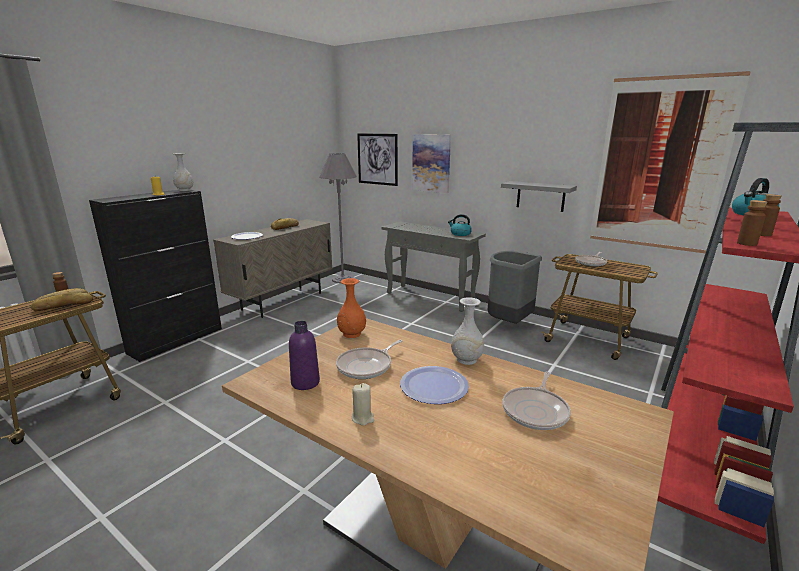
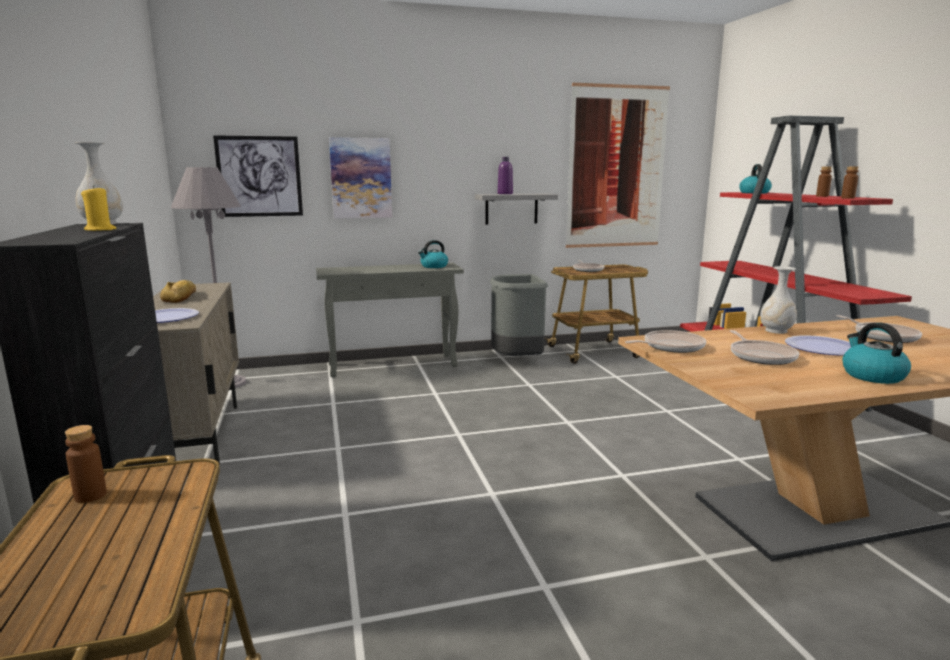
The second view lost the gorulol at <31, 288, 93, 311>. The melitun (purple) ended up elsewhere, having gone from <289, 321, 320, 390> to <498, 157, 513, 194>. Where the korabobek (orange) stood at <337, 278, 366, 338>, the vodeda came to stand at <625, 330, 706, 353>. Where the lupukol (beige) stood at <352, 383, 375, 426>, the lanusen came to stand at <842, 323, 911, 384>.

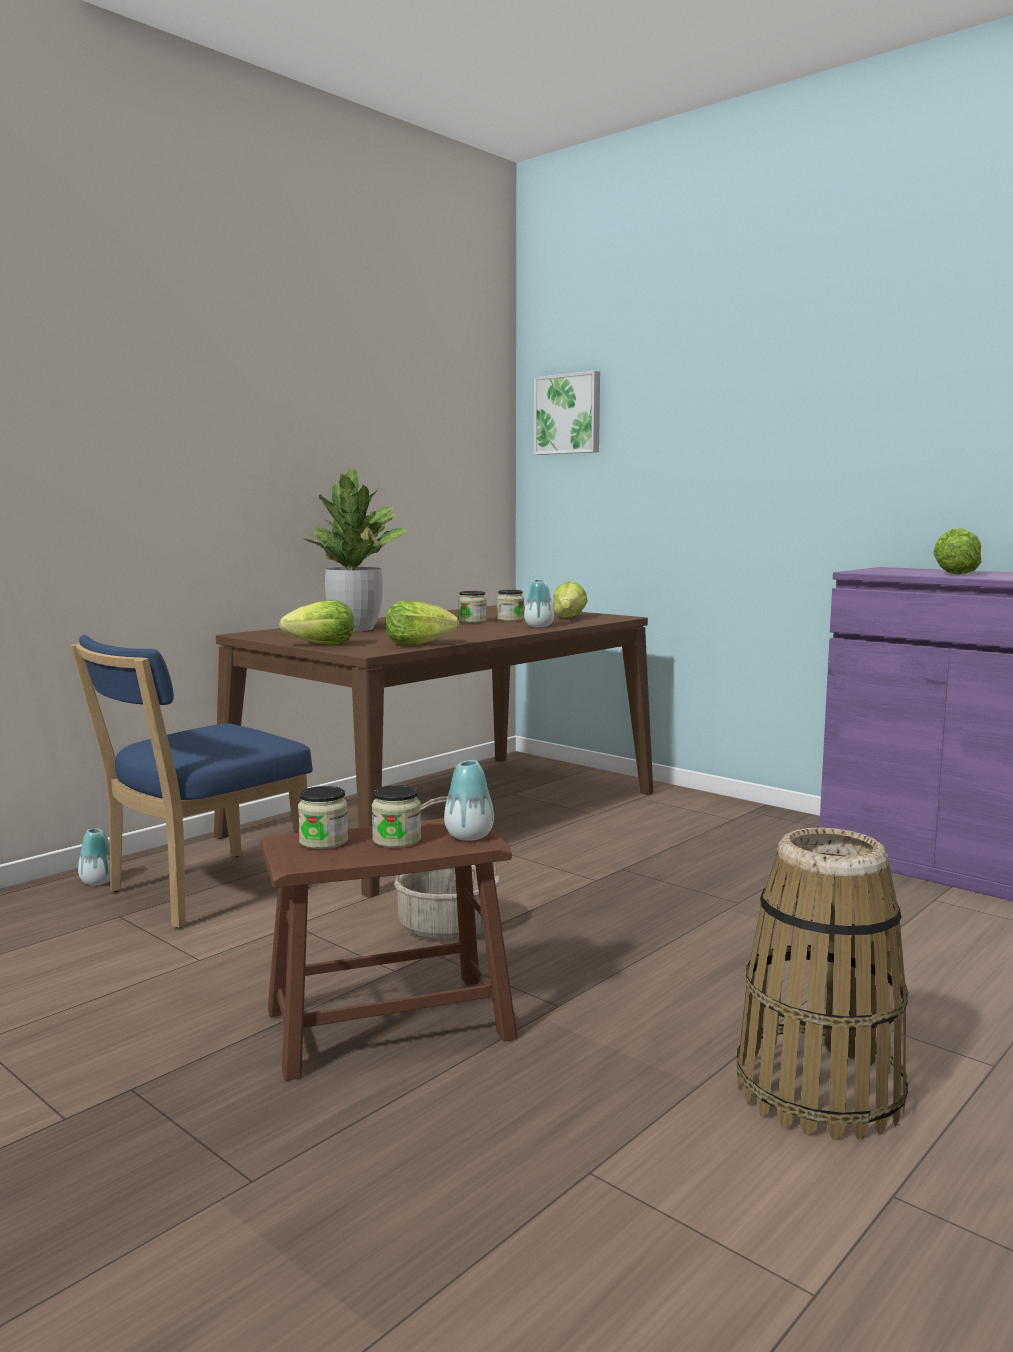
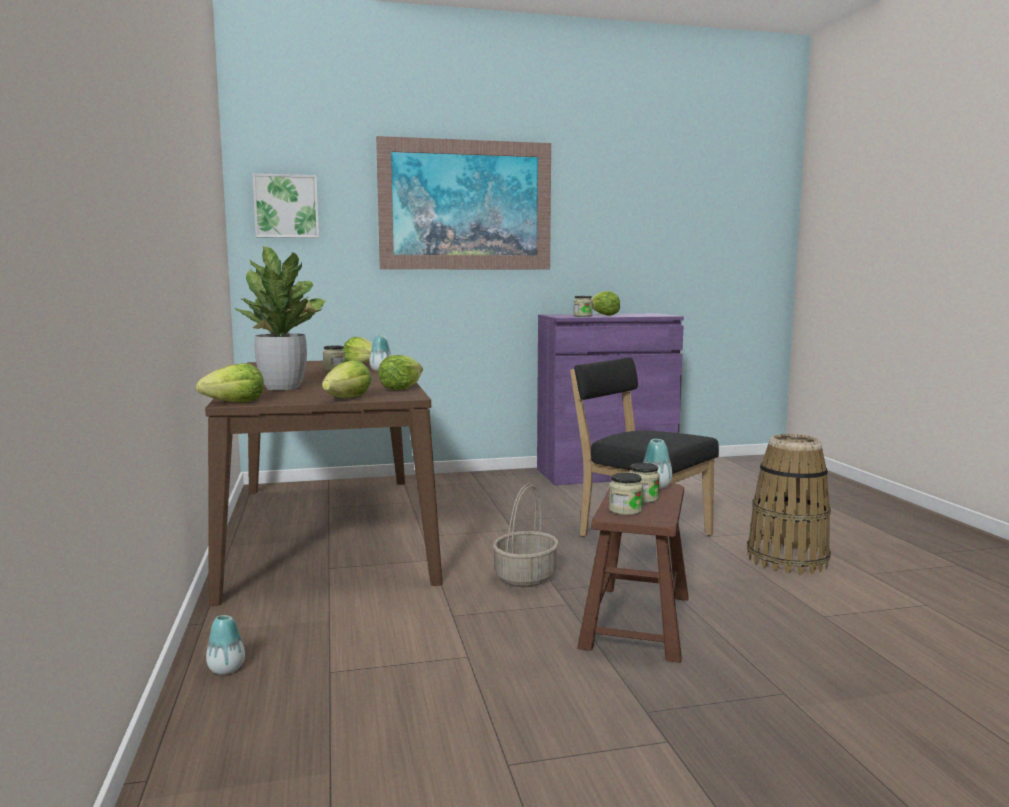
The second view lost the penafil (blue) at <71, 635, 313, 928>. The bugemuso ended up elsewhere, having gone from <458, 591, 486, 623> to <574, 296, 593, 317>. The second view gained the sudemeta at <196, 363, 264, 402>. The second view gained the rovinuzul at <376, 136, 551, 270>. The second view gained the penafil (black) at <570, 357, 719, 537>.

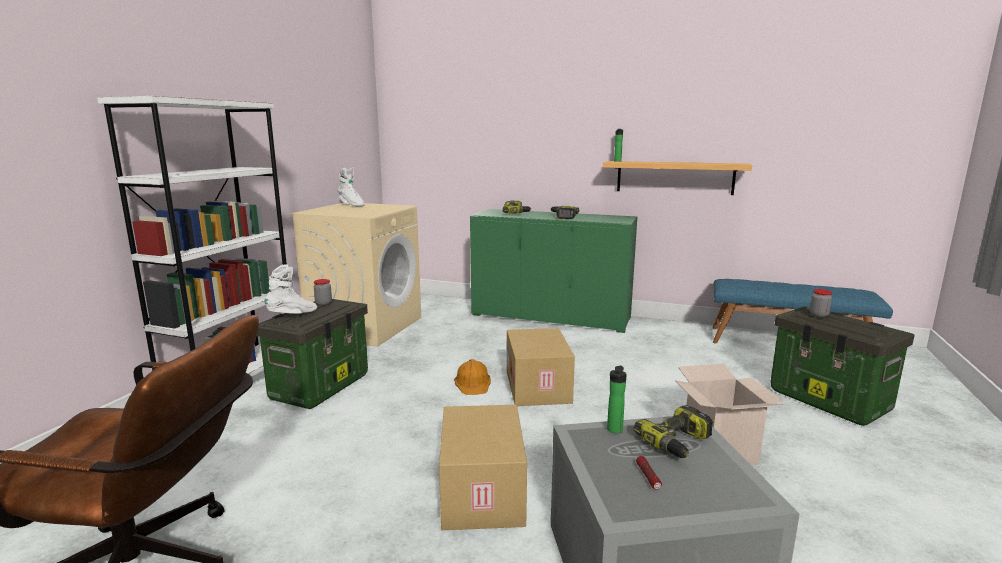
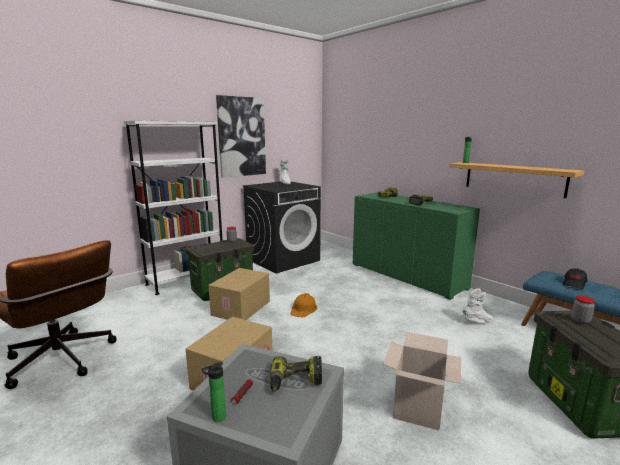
The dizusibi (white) ended up elsewhere, having gone from <265, 264, 317, 314> to <463, 289, 494, 323>. What was the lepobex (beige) at <290, 203, 421, 347> turned into the lepobex (black) at <243, 182, 321, 274>. The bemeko ended up elsewhere, having gone from <507, 328, 575, 406> to <208, 268, 270, 320>. The melitun ended up elsewhere, having gone from <607, 366, 626, 433> to <202, 362, 226, 422>. The second view gained the rovinuzul at <216, 95, 266, 178>. The second view gained the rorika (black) at <563, 268, 587, 289>.

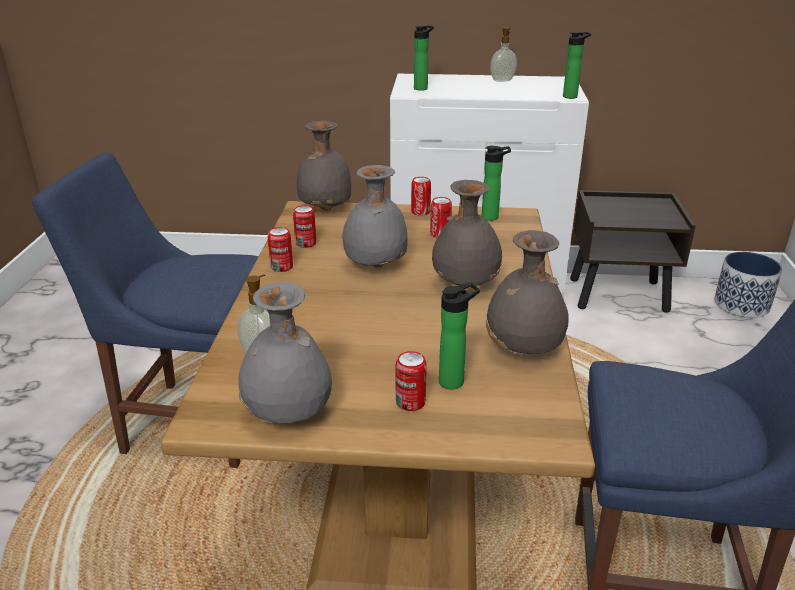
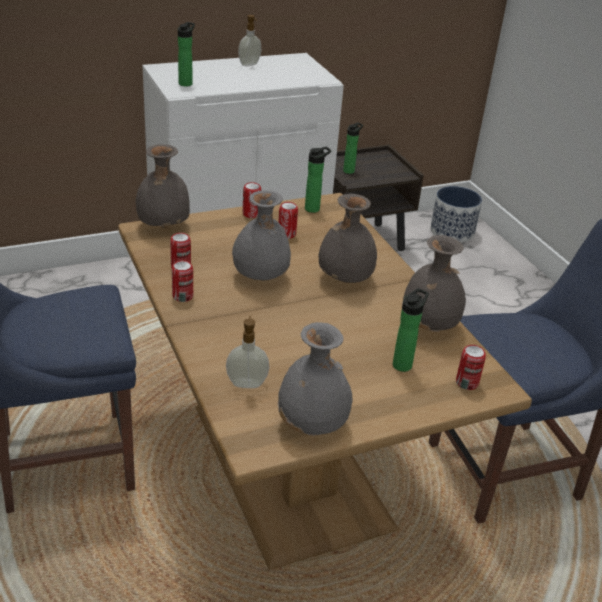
The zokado ended up elsewhere, having gone from <396, 351, 427, 411> to <456, 345, 486, 390>. The melitun ended up elsewhere, having gone from <563, 32, 591, 99> to <343, 122, 363, 174>.

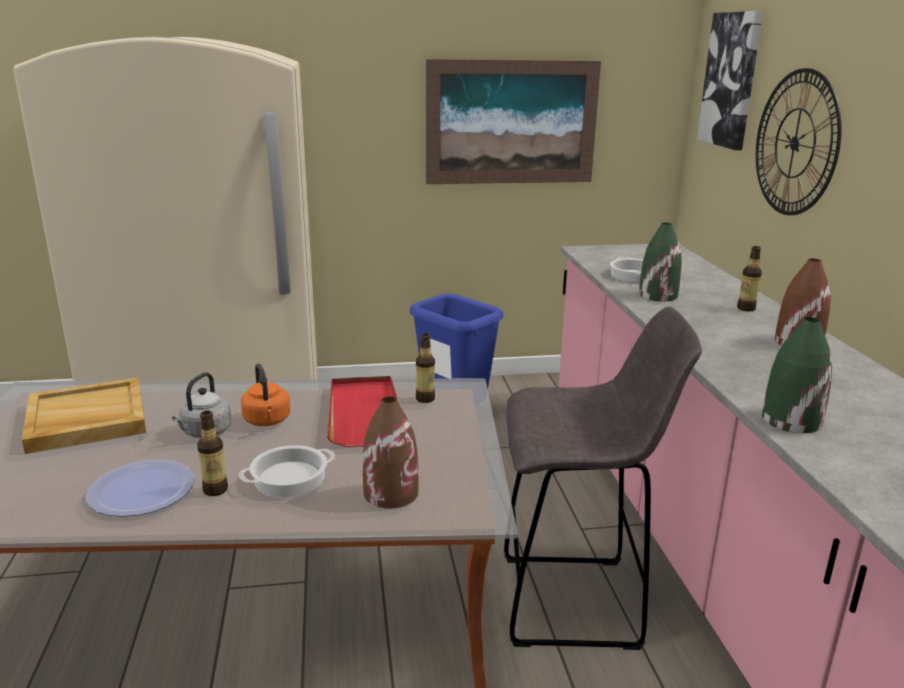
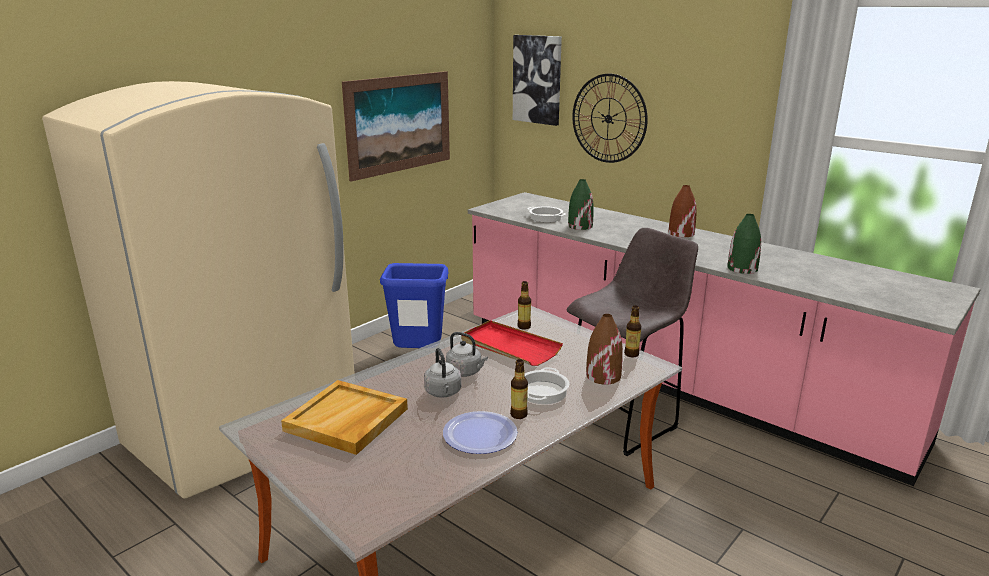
What was the lanusen (orange) at <241, 363, 291, 426> turned into the lanusen (grey) at <446, 332, 488, 377>. The melitun ended up elsewhere, having gone from <737, 246, 762, 311> to <624, 305, 641, 358>.

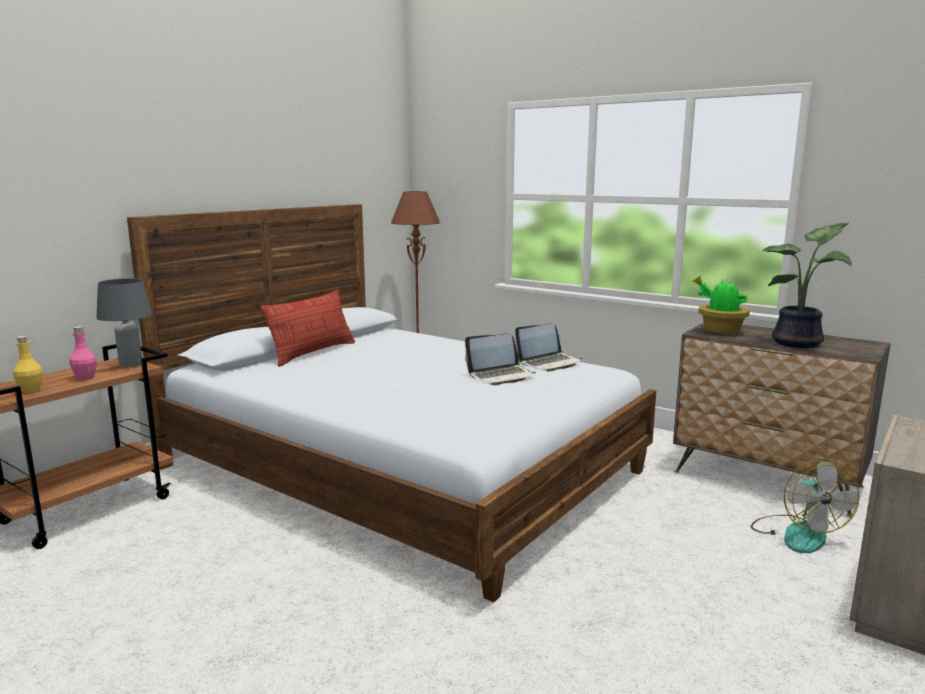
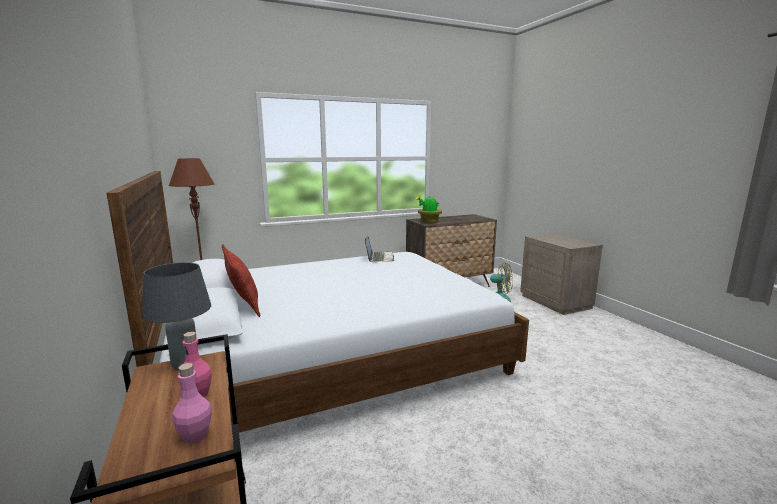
What was the melitun (yellow) at <13, 336, 43, 393> turned into the melitun (pink) at <172, 363, 212, 444>. The second view lost the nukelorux at <465, 333, 536, 385>. The second view lost the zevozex at <762, 223, 852, 348>.

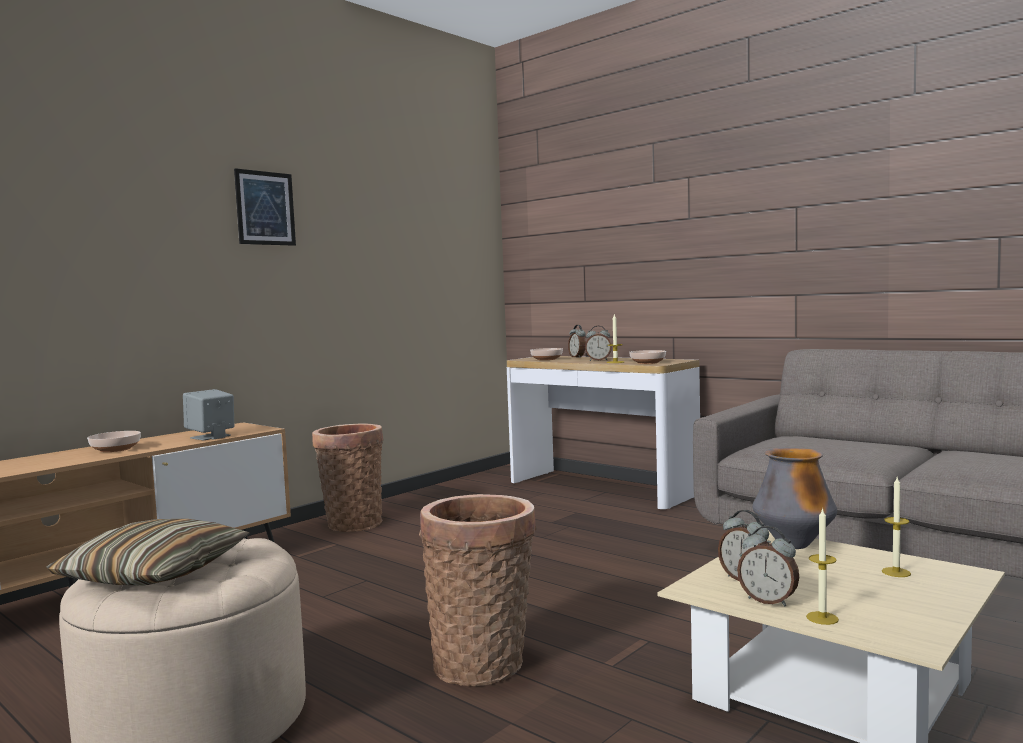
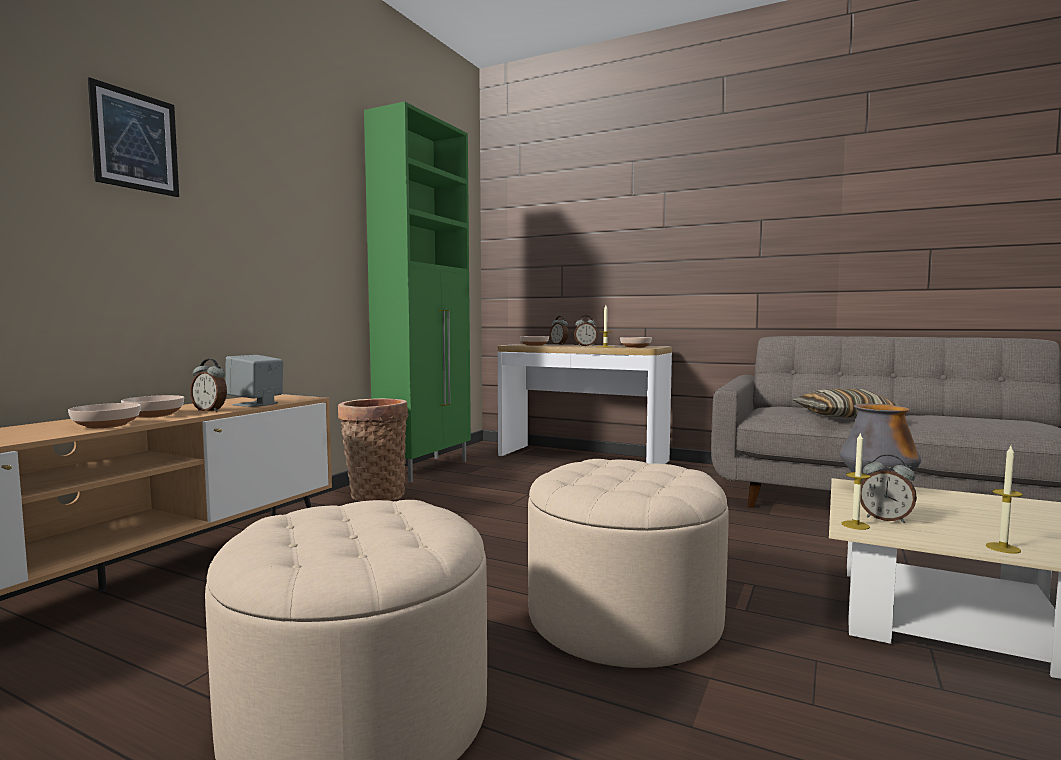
The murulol ended up elsewhere, having gone from <46, 519, 250, 586> to <793, 388, 900, 418>. The rovinuzul ended up elsewhere, having gone from <234, 168, 296, 246> to <88, 77, 179, 197>. Where the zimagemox stood at <419, 494, 537, 686>, the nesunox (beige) came to stand at <528, 459, 729, 668>. The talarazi ended up elsewhere, having gone from <737, 526, 799, 606> to <190, 359, 227, 412>. The lupukol ended up elsewhere, having gone from <882, 477, 911, 577> to <842, 432, 871, 530>. The second view gained the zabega at <68, 403, 141, 428>. The second view gained the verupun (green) at <364, 101, 471, 483>.

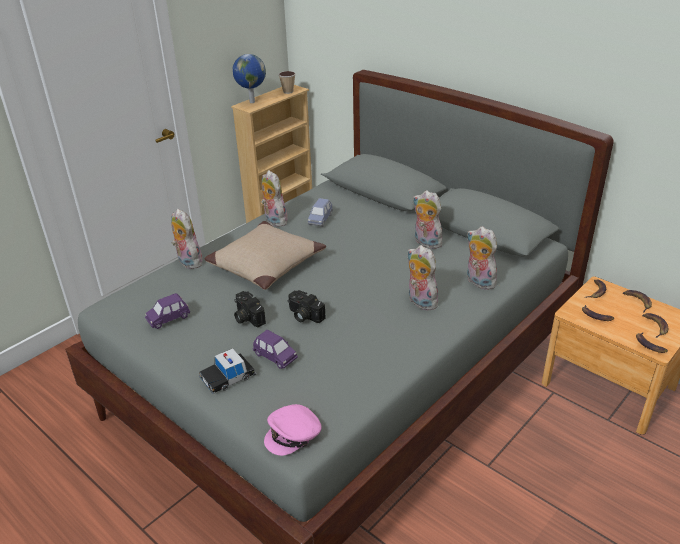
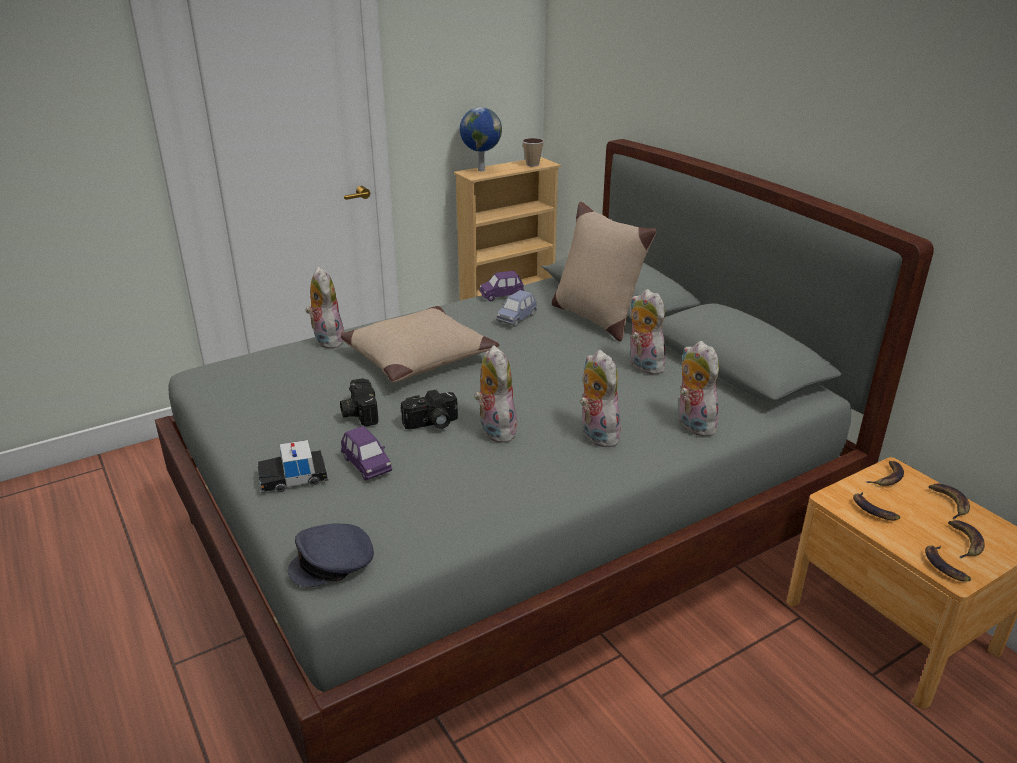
The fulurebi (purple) ended up elsewhere, having gone from <145, 293, 190, 329> to <479, 271, 525, 301>. The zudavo ended up elsewhere, having gone from <261, 170, 288, 227> to <474, 345, 517, 443>. What was the rorika (pink) at <264, 404, 322, 456> turned into the rorika (grey) at <288, 523, 374, 587>. The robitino at <288, 290, 326, 323> ended up facing another way, 75 degrees counterclockwise from before. The second view gained the murulol (beige) at <552, 202, 657, 342>.

